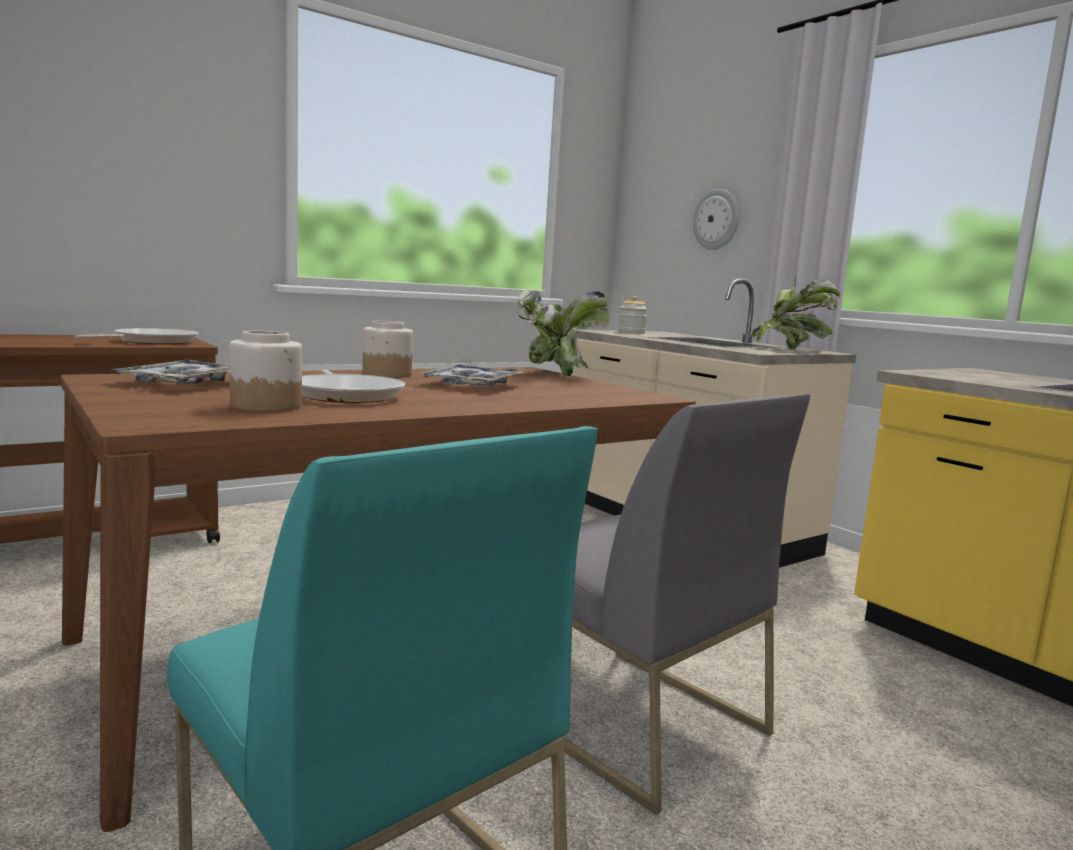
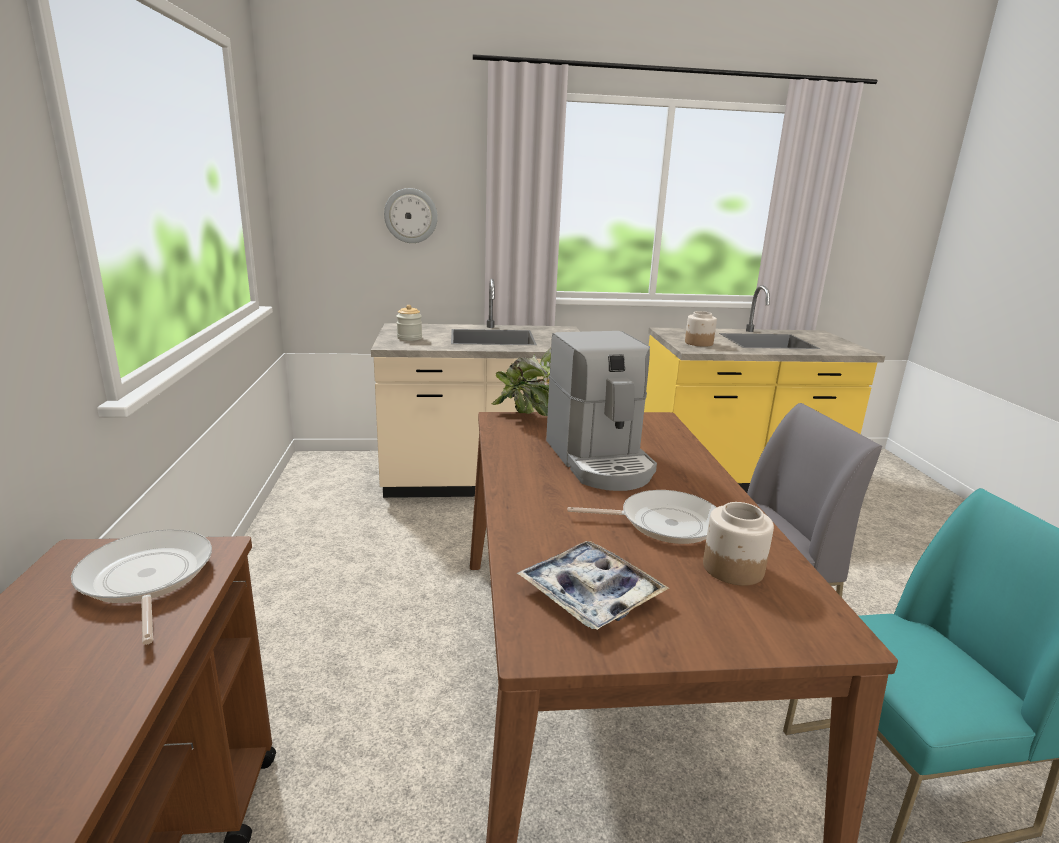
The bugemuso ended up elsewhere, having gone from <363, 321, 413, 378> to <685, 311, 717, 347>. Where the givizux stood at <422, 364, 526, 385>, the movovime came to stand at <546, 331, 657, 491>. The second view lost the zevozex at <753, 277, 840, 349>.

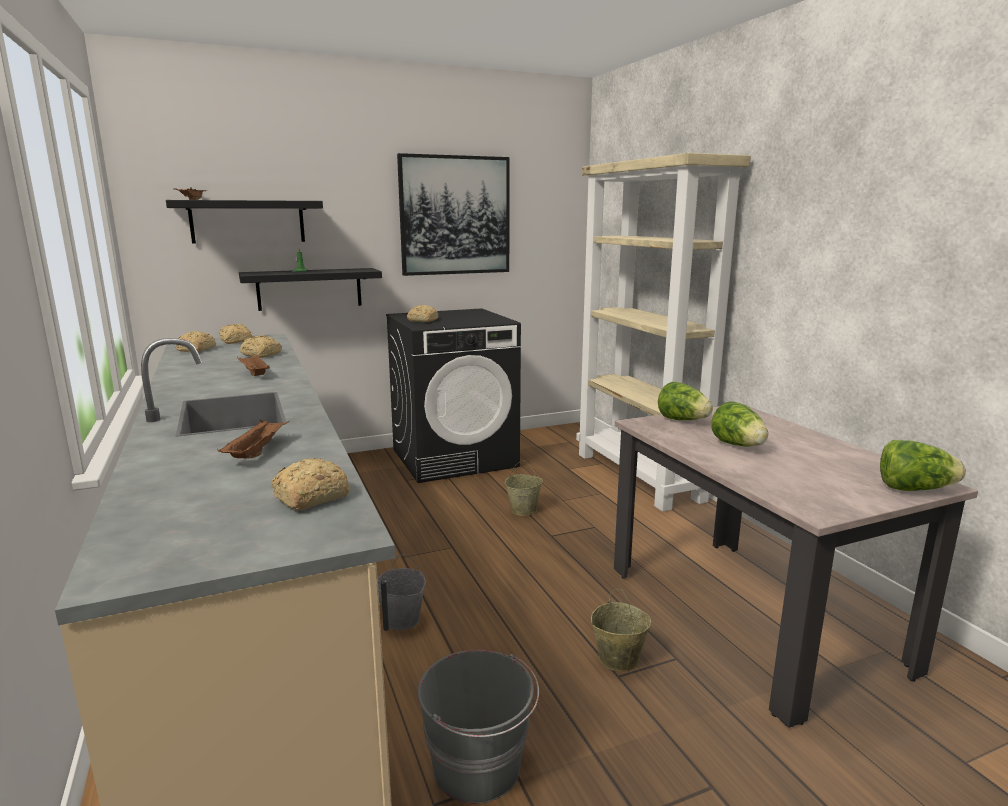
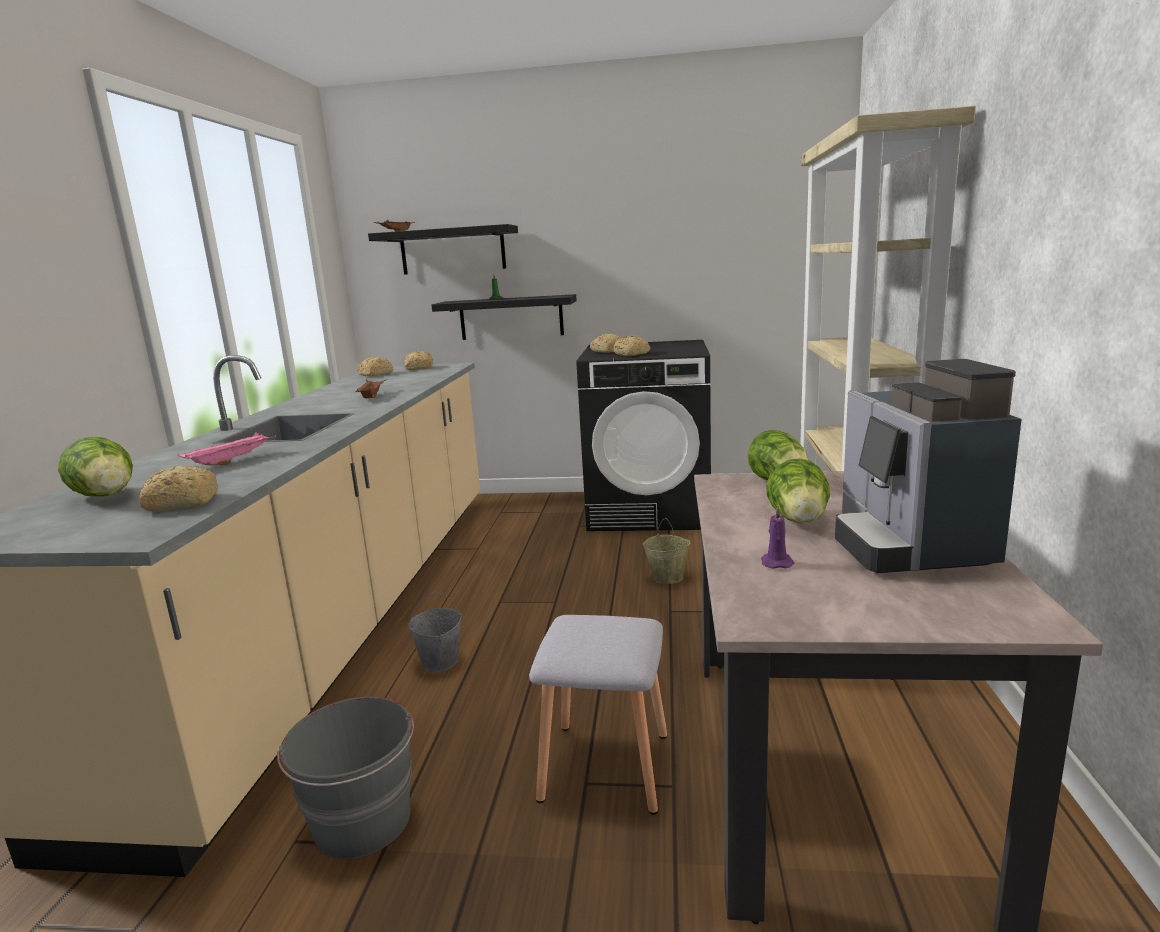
What was the givizux (brown) at <218, 419, 289, 459> turned into the givizux (pink) at <177, 432, 276, 466>. The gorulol ended up elsewhere, having gone from <240, 335, 282, 358> to <613, 335, 650, 356>. The second view lost the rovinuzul at <397, 153, 510, 276>. Where the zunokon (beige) stood at <591, 588, 651, 672>, the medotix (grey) came to stand at <529, 615, 667, 815>. The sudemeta ended up elsewhere, having gone from <880, 440, 966, 491> to <58, 437, 133, 497>. The second view gained the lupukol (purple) at <761, 506, 794, 568>. The second view gained the movovime at <835, 359, 1022, 573>.

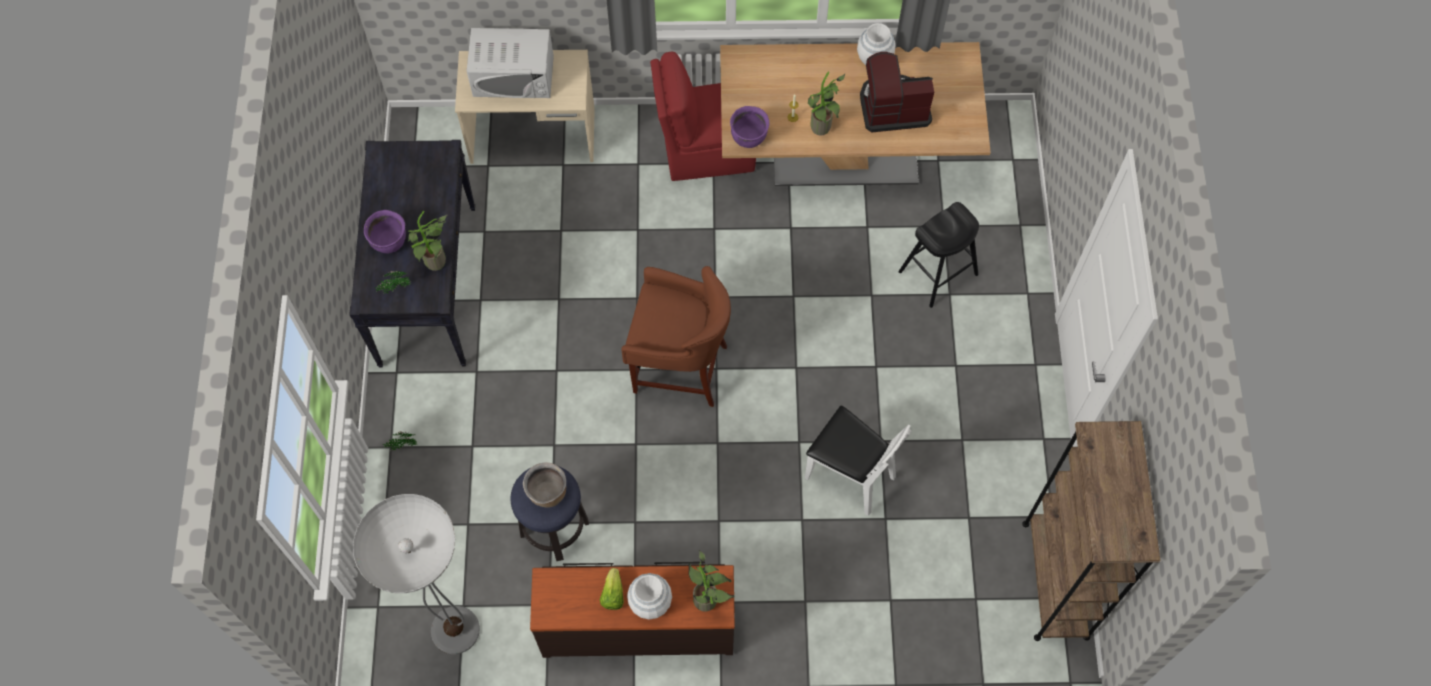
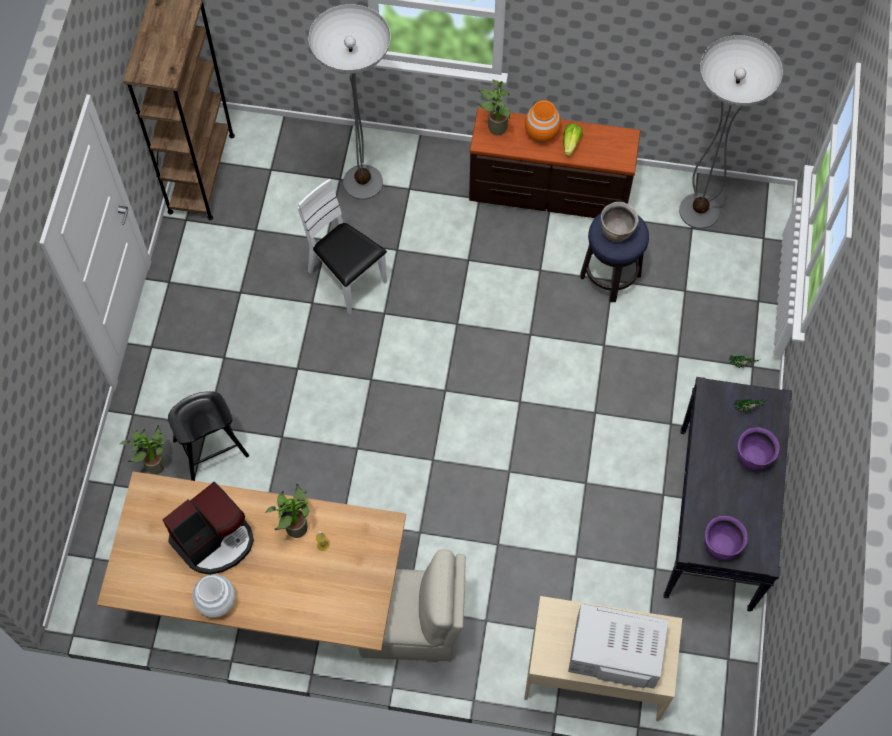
The zevozex ended up elsewhere, having gone from <408, 210, 447, 271> to <120, 425, 165, 474>. The second view lost the medotix (brown) at <621, 266, 731, 407>. What was the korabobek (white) at <627, 573, 672, 620> turned into the korabobek (orange) at <525, 101, 561, 143>. What was the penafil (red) at <650, 51, 756, 181> turned into the penafil (beige) at <358, 549, 466, 661>. The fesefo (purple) ended up elsewhere, having gone from <730, 106, 769, 148> to <705, 516, 748, 560>. The movovime at <860, 52, 934, 132> ended up facing another way, 45 degrees counterclockwise from before. The second view gained the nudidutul at <309, 4, 391, 200>.

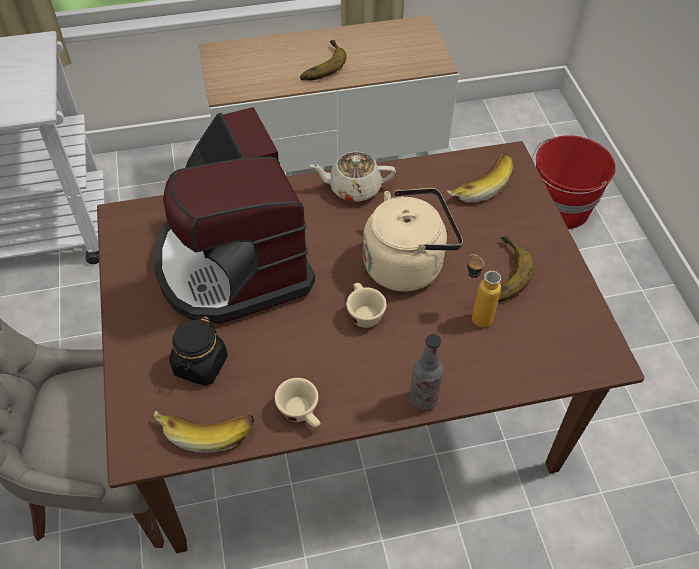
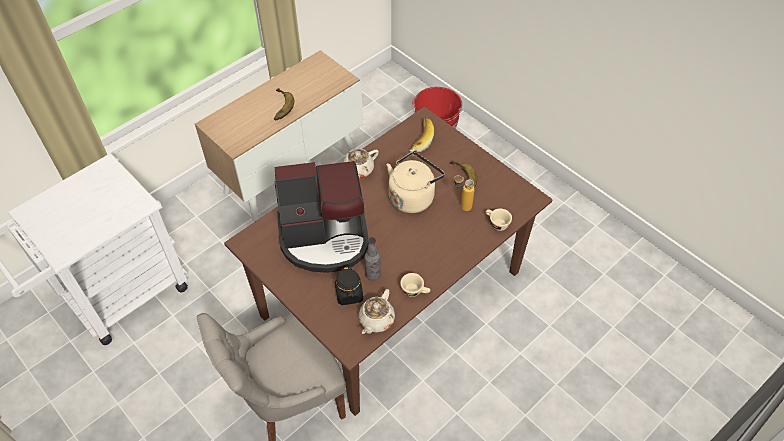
The movovime at <154, 107, 315, 323> ended up facing another way, 45 degrees counterclockwise from before. Where the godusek stood at <154, 410, 254, 452>, the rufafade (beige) came to stand at <359, 289, 395, 334>. The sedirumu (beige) ended up elsewhere, having gone from <346, 283, 387, 328> to <486, 209, 512, 231>. The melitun ended up elsewhere, having gone from <409, 334, 444, 412> to <365, 237, 381, 281>.

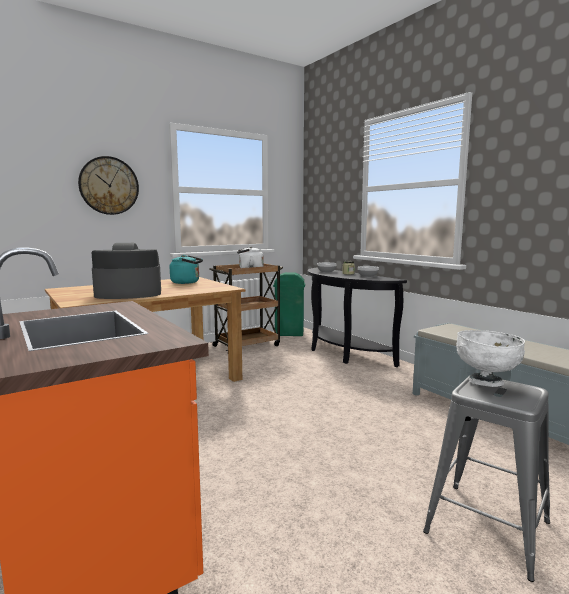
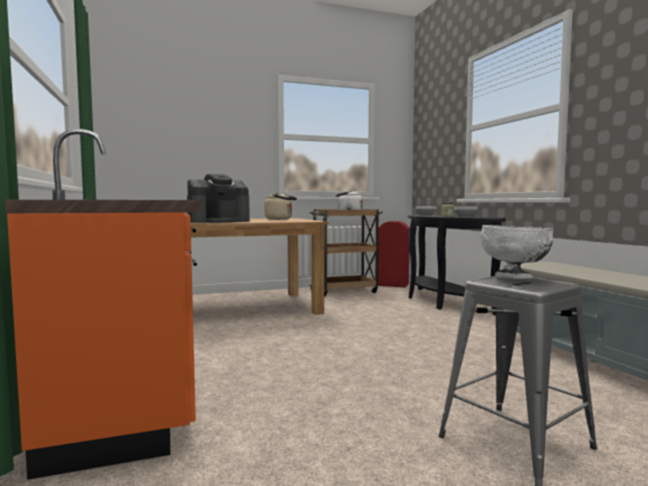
The second view lost the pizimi at <78, 156, 139, 215>. The movovime at <92, 243, 161, 299> ended up facing another way, 150 degrees clockwise from before. What was the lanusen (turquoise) at <170, 255, 203, 284> turned into the lanusen (beige) at <265, 192, 297, 220>. What was the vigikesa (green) at <273, 272, 305, 336> turned into the vigikesa (red) at <378, 221, 410, 287>.

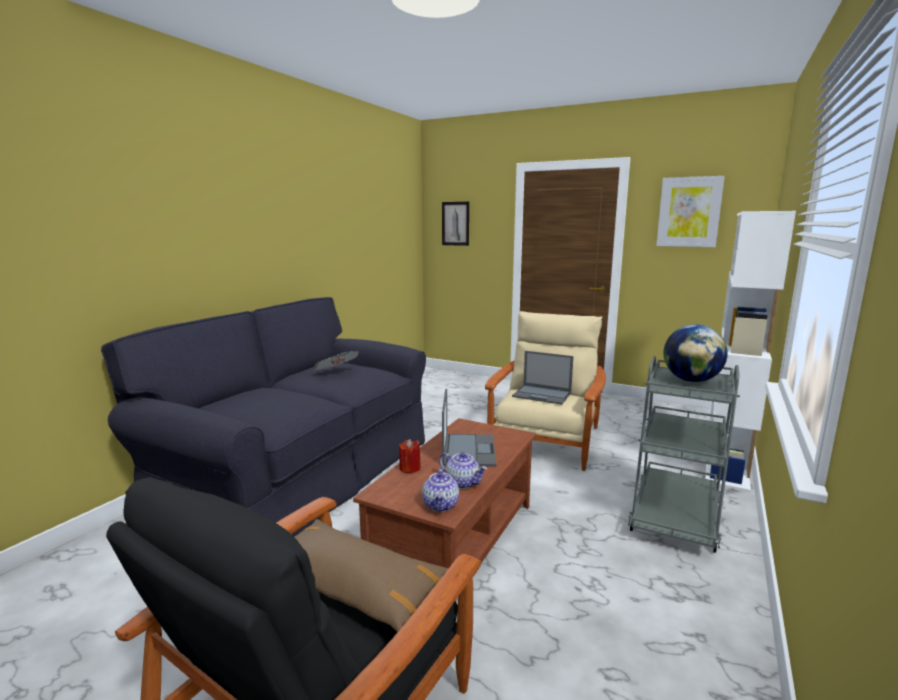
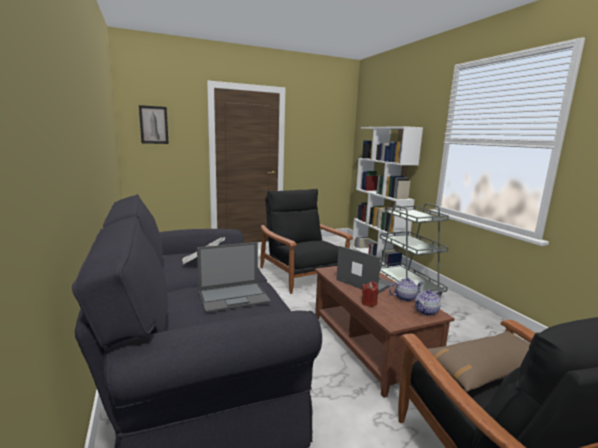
The rufafade at <422, 467, 459, 512> ended up facing another way, 105 degrees clockwise from before. What was the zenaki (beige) at <485, 311, 606, 471> turned into the zenaki (black) at <260, 189, 353, 294>. The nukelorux ended up elsewhere, having gone from <512, 351, 573, 405> to <197, 242, 271, 313>. The second view lost the rovinuzul at <656, 176, 725, 247>. The second view lost the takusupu at <664, 324, 728, 382>.

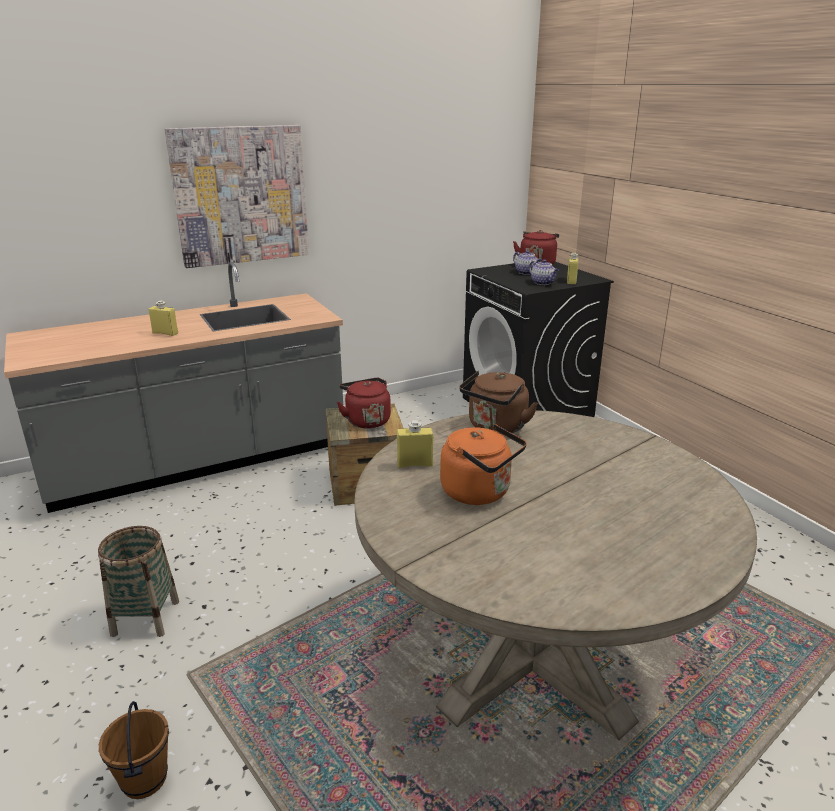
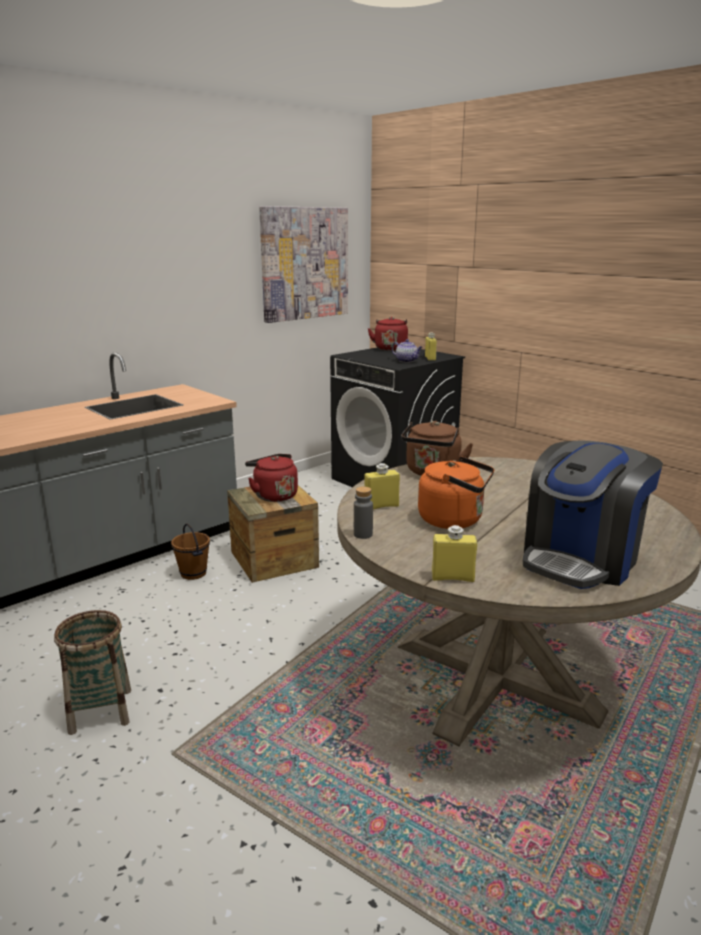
The zunokon (brown) ended up elsewhere, having gone from <99, 701, 169, 799> to <171, 523, 210, 580>. The melitun (yellow) ended up elsewhere, having gone from <148, 301, 178, 336> to <432, 525, 477, 582>. The rovinuzul ended up elsewhere, having gone from <165, 125, 309, 268> to <259, 206, 348, 323>. The second view lost the rufafade at <513, 250, 542, 275>. The second view gained the melitun (grey) at <354, 486, 373, 539>. The second view gained the movovime at <523, 441, 663, 589>.

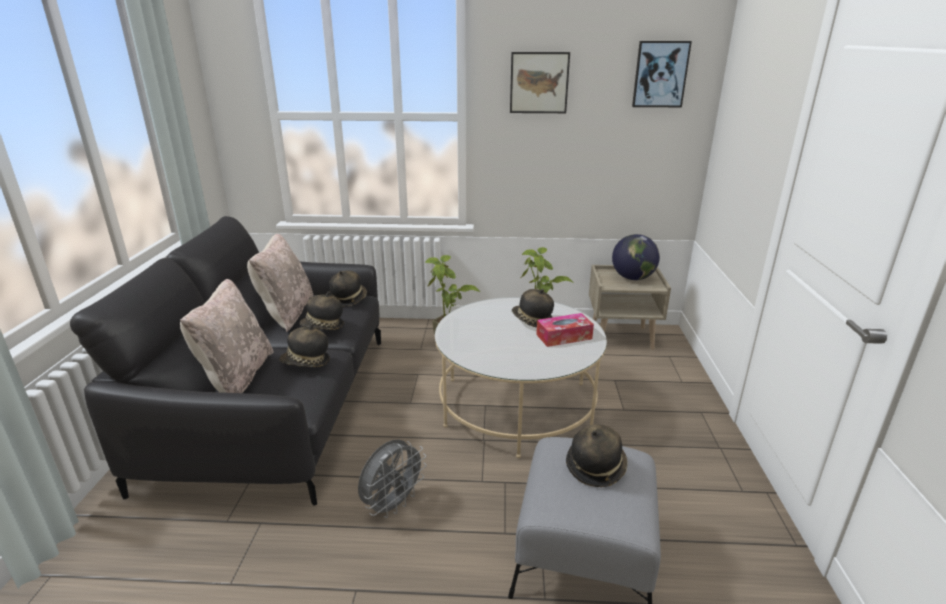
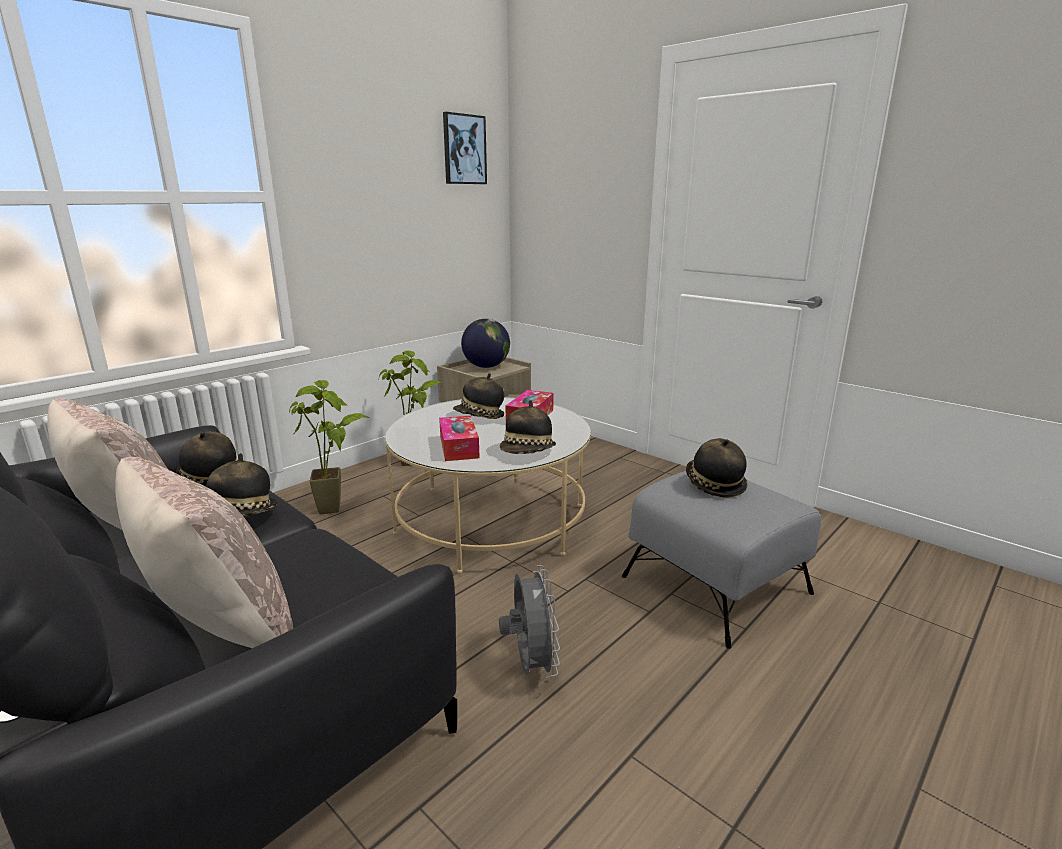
The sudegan ended up elsewhere, having gone from <279, 324, 330, 367> to <500, 400, 556, 454>. The second view lost the rovinuzul at <510, 52, 570, 113>. The second view gained the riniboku at <439, 416, 480, 461>.

